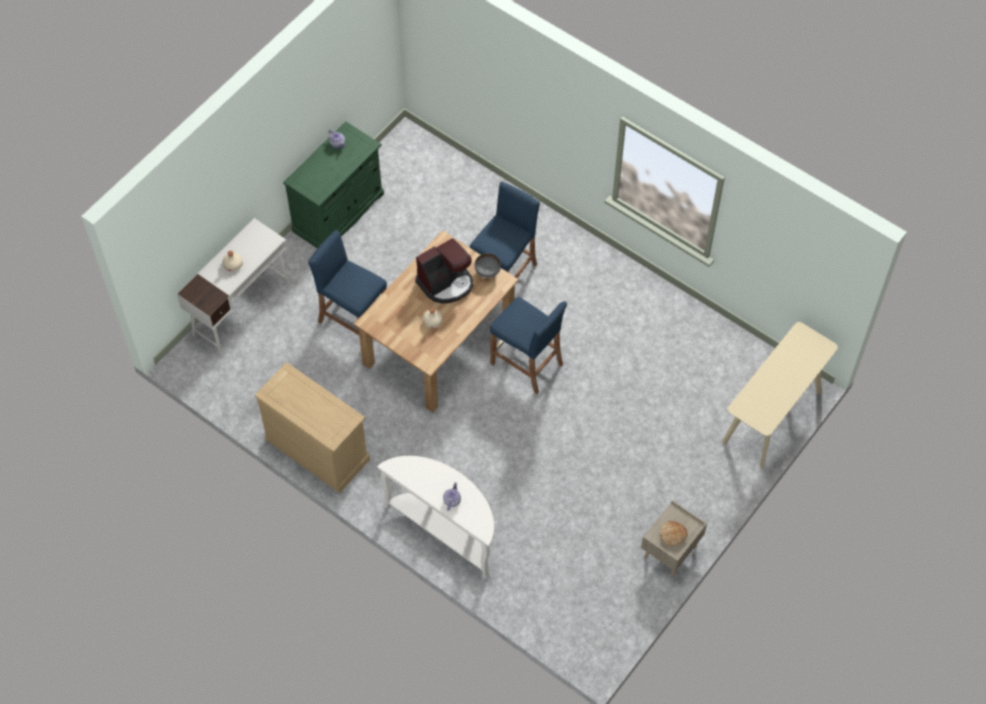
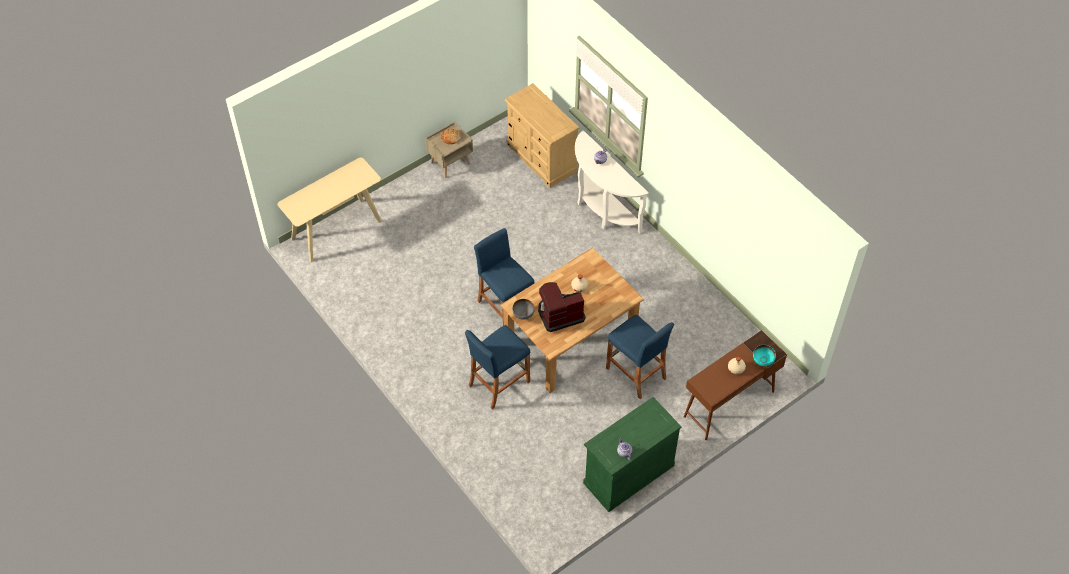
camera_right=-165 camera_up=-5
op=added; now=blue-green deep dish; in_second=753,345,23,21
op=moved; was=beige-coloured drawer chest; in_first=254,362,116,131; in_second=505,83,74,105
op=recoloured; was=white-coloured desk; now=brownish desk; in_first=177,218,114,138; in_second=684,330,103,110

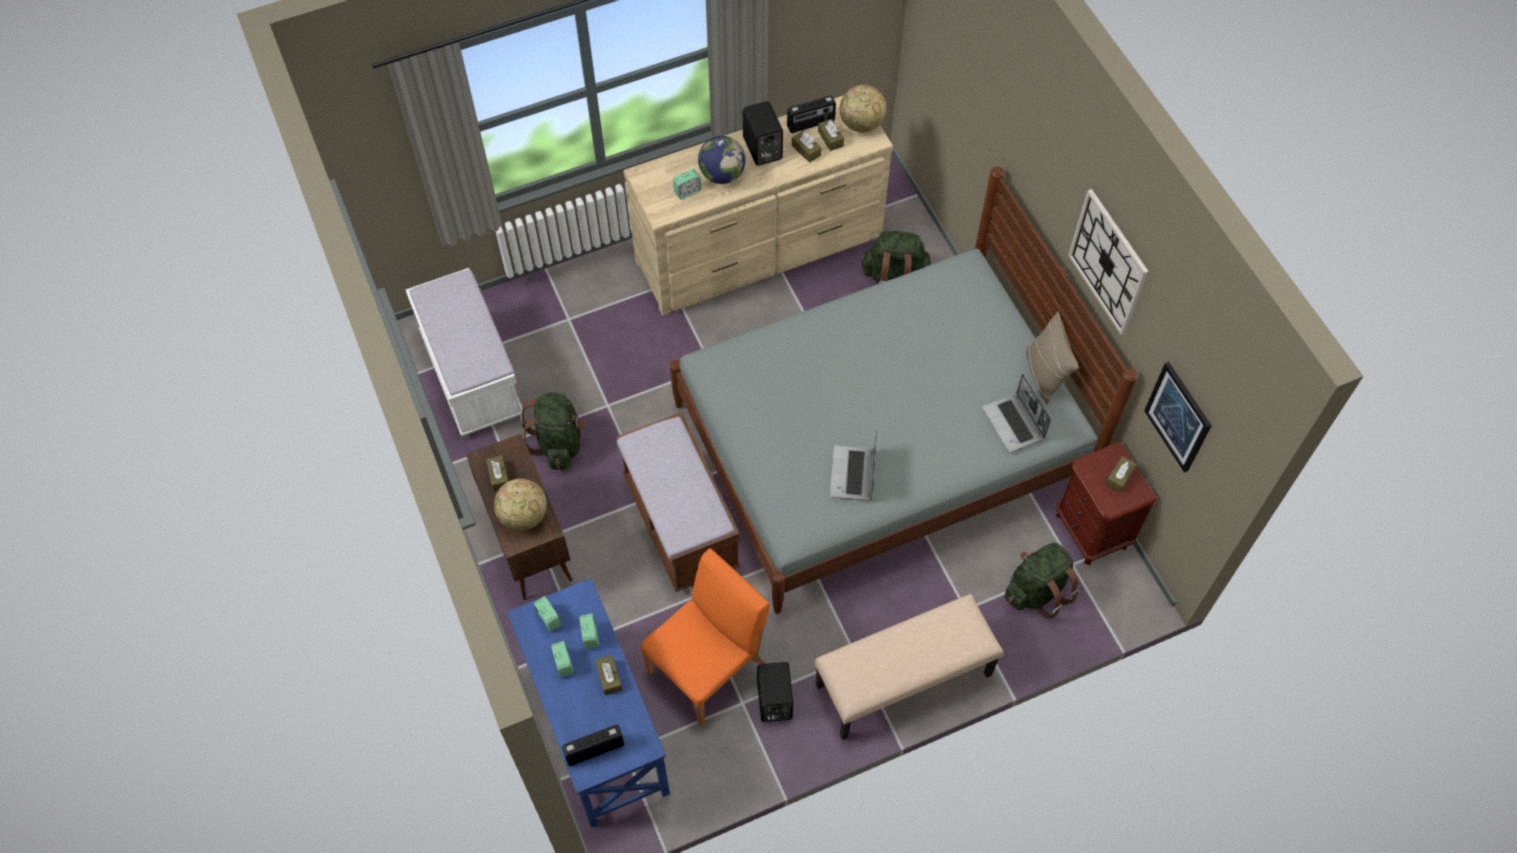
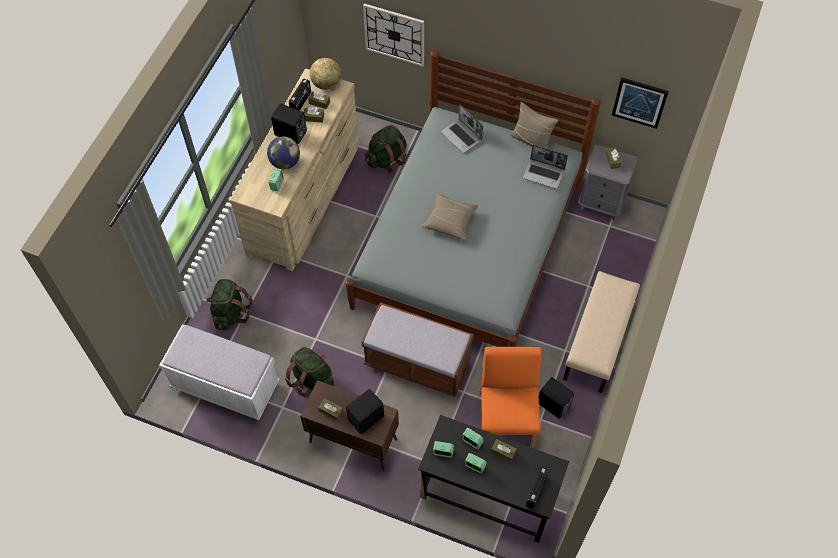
camera_right=-45 camera_up=0
op=added; now=beige-coloured cushion; in_second=422,193,56,47
op=moved; was=notebook computer; in_first=830,430,47,71; in_second=440,104,43,49
op=moved; was=green-coloured backpack; in_first=1005,543,74,76; in_second=206,279,47,51
op=moved; was=wall clock; in_first=1068,189,81,146; in_second=363,3,61,64
op=replaced; was=desk globe; now=black-coloured speaker; in_first=494,479,53,52; in_second=346,389,38,45
op=recoloured; was=blue desk; now=black-coloured desk; in_first=507,578,163,250; in_second=418,415,151,128
op=recoloured; was=brownish night table; now=grey night table; in_first=1056,442,101,123; in_second=578,145,60,76

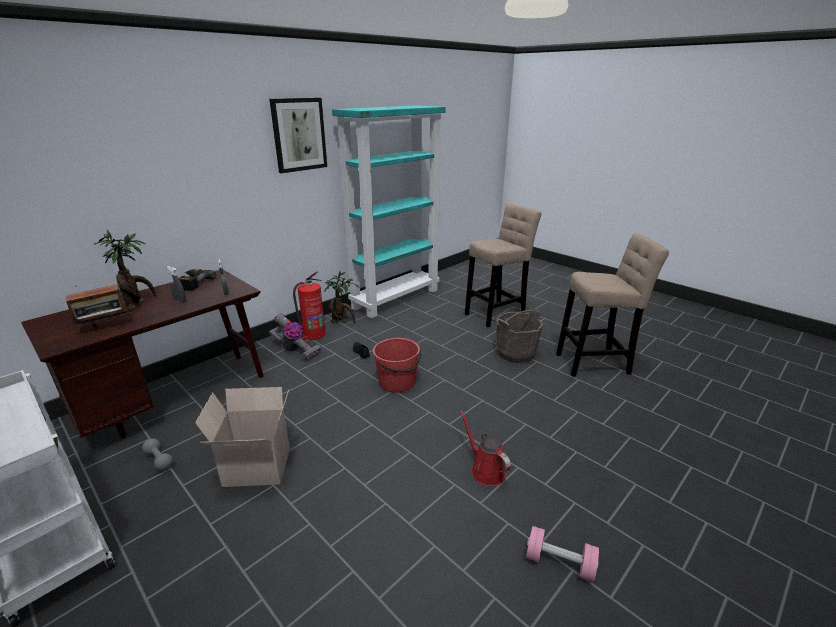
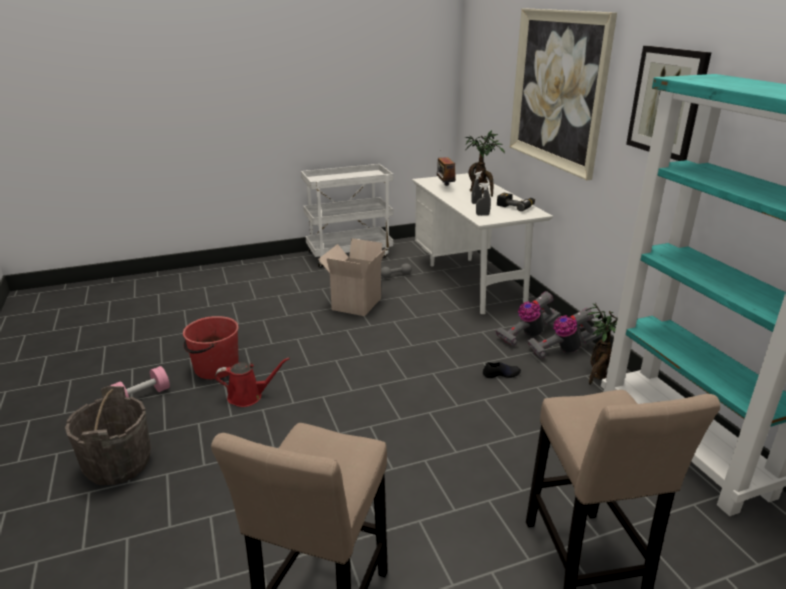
camera_right=115 camera_up=0
op=added; now=wall art; in_second=510,9,107,171
op=moved; was=reddish bucket; in_first=373,338,49,54; in_second=183,316,56,63
op=moved; was=grey bucket; in_first=496,308,47,55; in_second=65,386,86,99
op=replaced; was=extinguisher; now=vacuum; in_first=293,271,33,69; in_second=527,308,75,51
op=recoloured; was=brownish desk; now=white-coloured desk; in_first=21,270,243,169; in_second=412,173,141,141

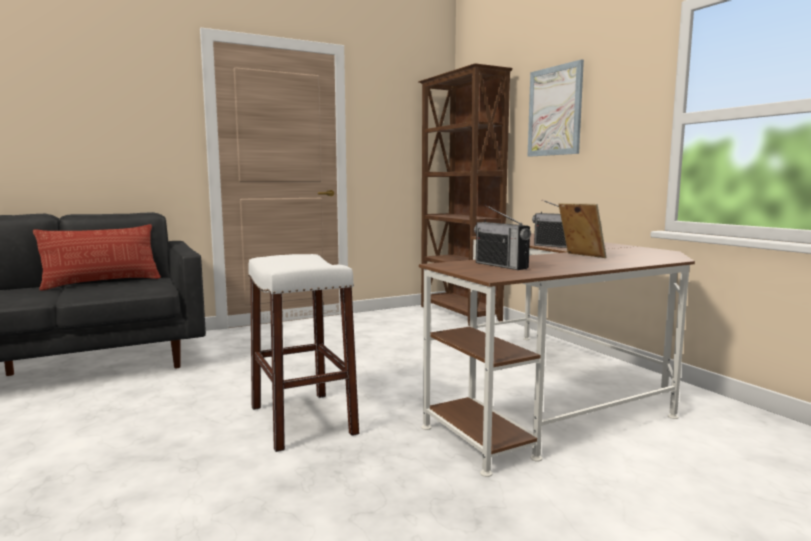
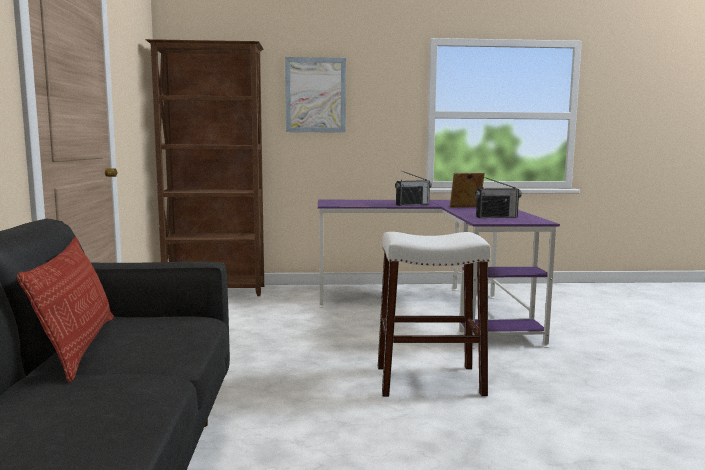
camera_right=-65 camera_up=0
op=recoloured; was=brownish desk; now=purple desk; in_first=419,233,276,244; in_second=318,200,242,149

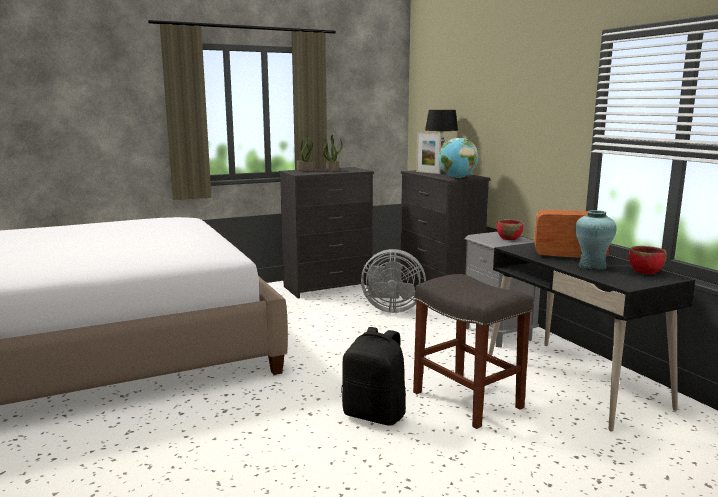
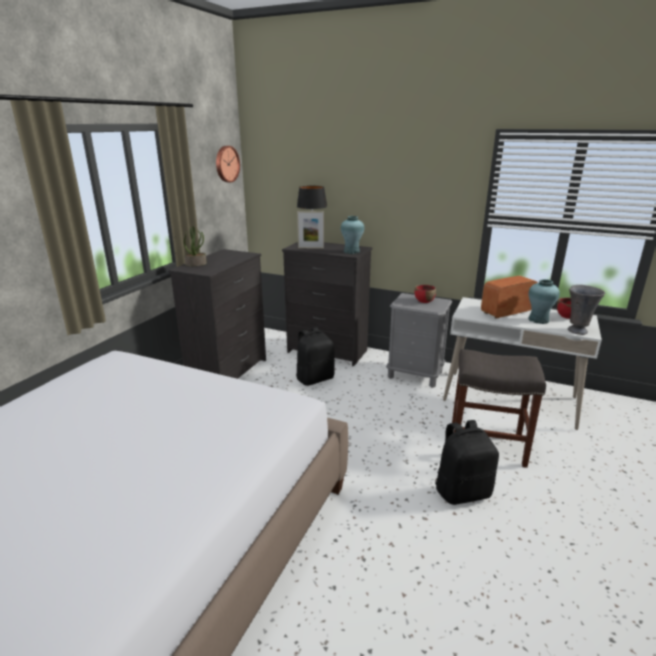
camera_right=-40 camera_up=10
op=removed; was=houseplant; in_first=323,134,19,38
op=added; now=wall clock; in_second=216,146,24,37
op=added; now=grey vase; in_second=568,285,37,50
op=replaced; was=grey cooling fan; now=black-coloured backpack; in_first=361,249,65,64; in_second=296,327,39,59
op=replaced; was=desk globe; now=blue-green vase; in_first=439,138,39,40; in_second=341,216,23,38
op=recoloured; was=black-coloured desk; now=white-coloured desk; in_first=488,243,207,189; in_second=443,297,159,133

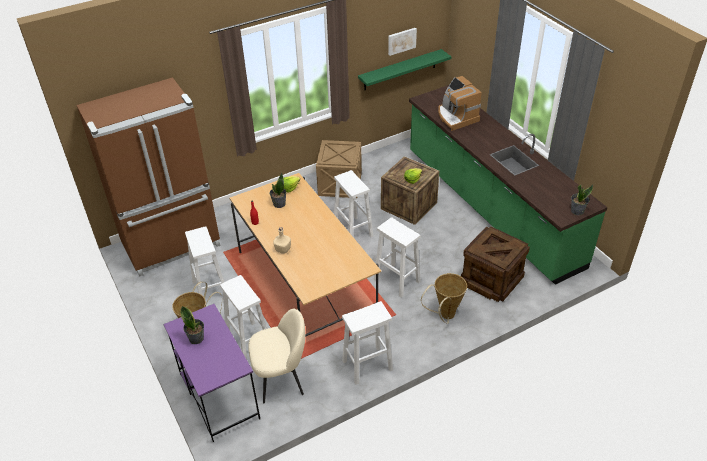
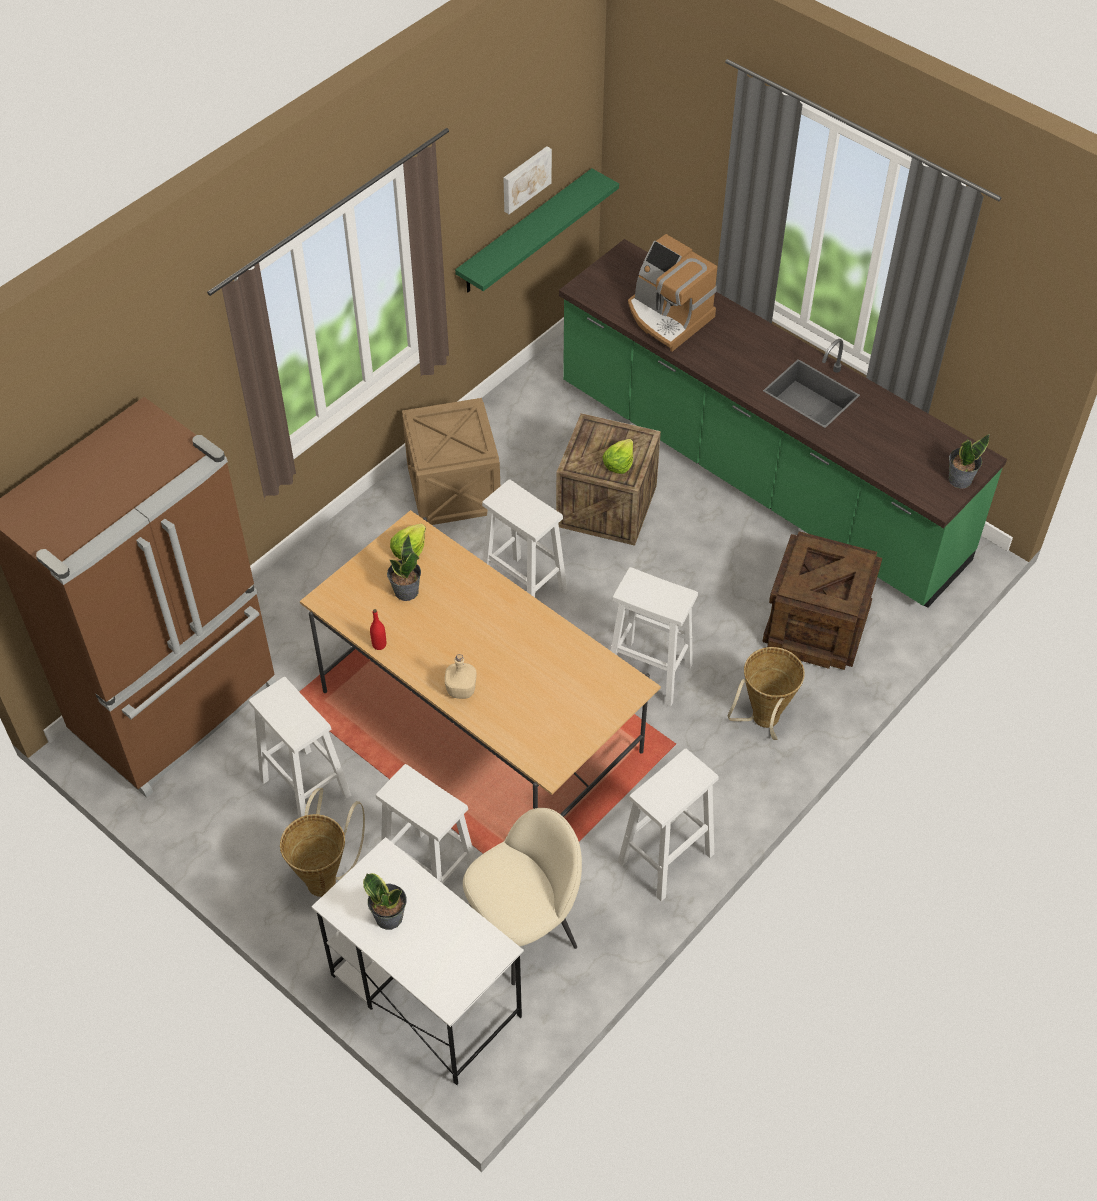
camera_right=-20 camera_up=10
op=recoloured; was=purple desk; now=white-coloured desk; in_first=163,304,97,138; in_second=311,837,213,248

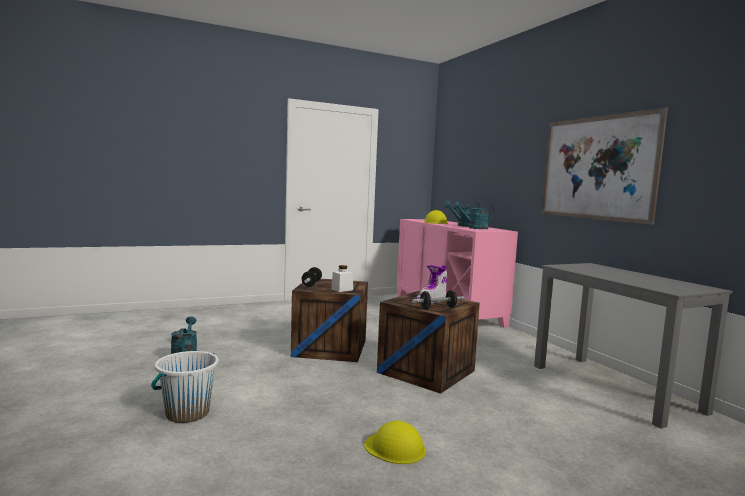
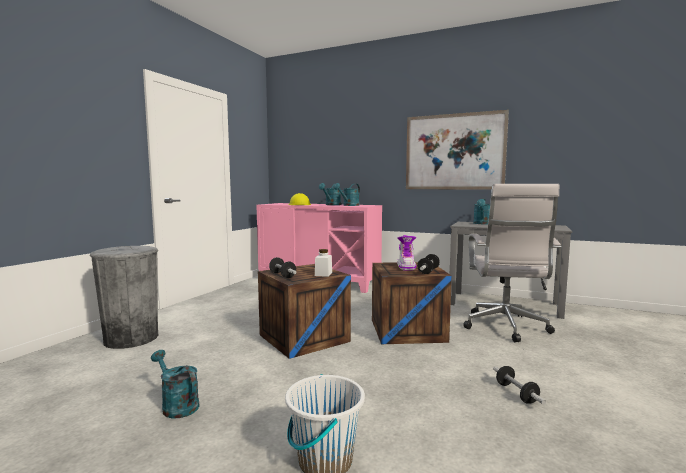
camera_right=-40 camera_up=0
op=added; now=grey trash can; in_second=90,246,68,103
op=added; now=white-coloured computer chair; in_second=463,184,98,158
op=added; now=blue-green watering pot; in_second=473,199,17,25
op=replaced; was=yellow hard hat; now=free weight; in_first=364,421,62,43; in_second=493,366,53,39

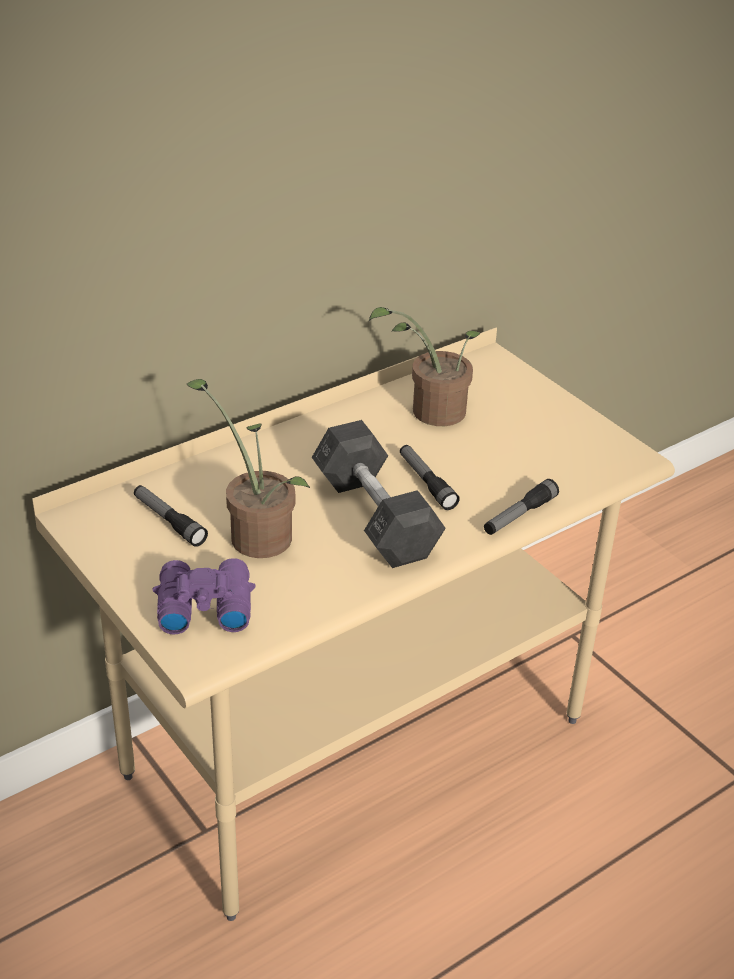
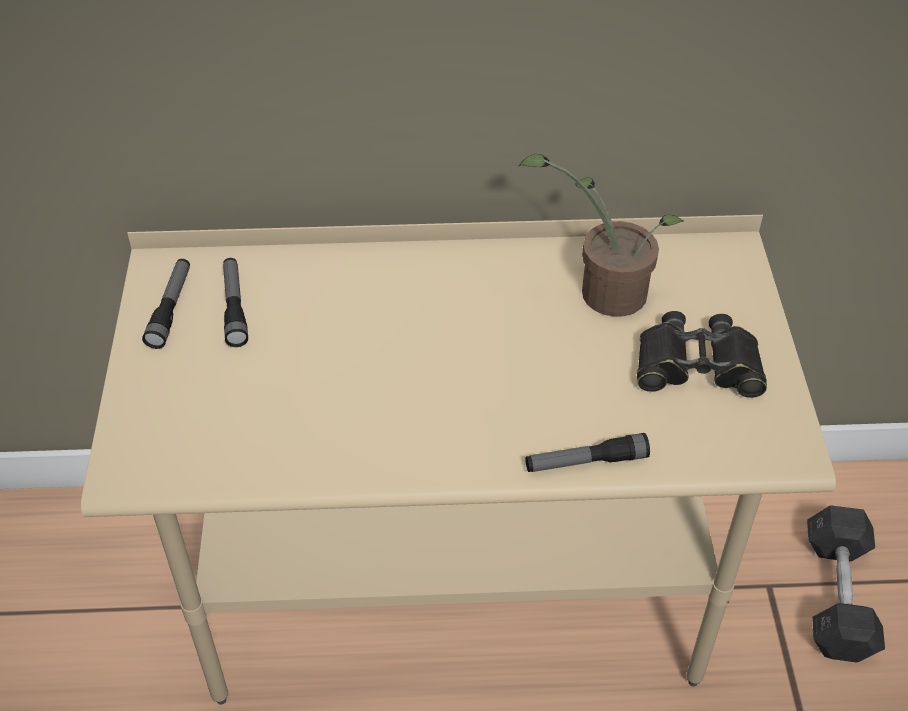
camera_right=35 camera_up=10
op=removed; was=purple pair of binoculars; in_first=153,558,103,76
op=removed; was=houseplant; in_first=187,379,123,179
op=added; now=black-coloured pair of binoculars; in_second=637,311,130,87
op=moved; was=grey free weight; in_first=312,420,134,148; in_second=807,505,78,158
op=moved; was=torch; in_first=400,445,60,65; in_second=142,259,48,90

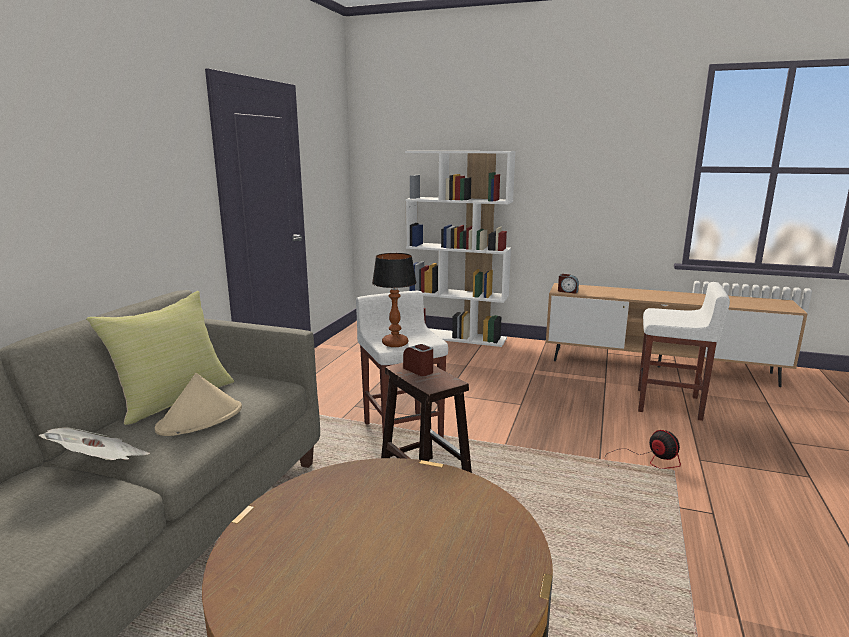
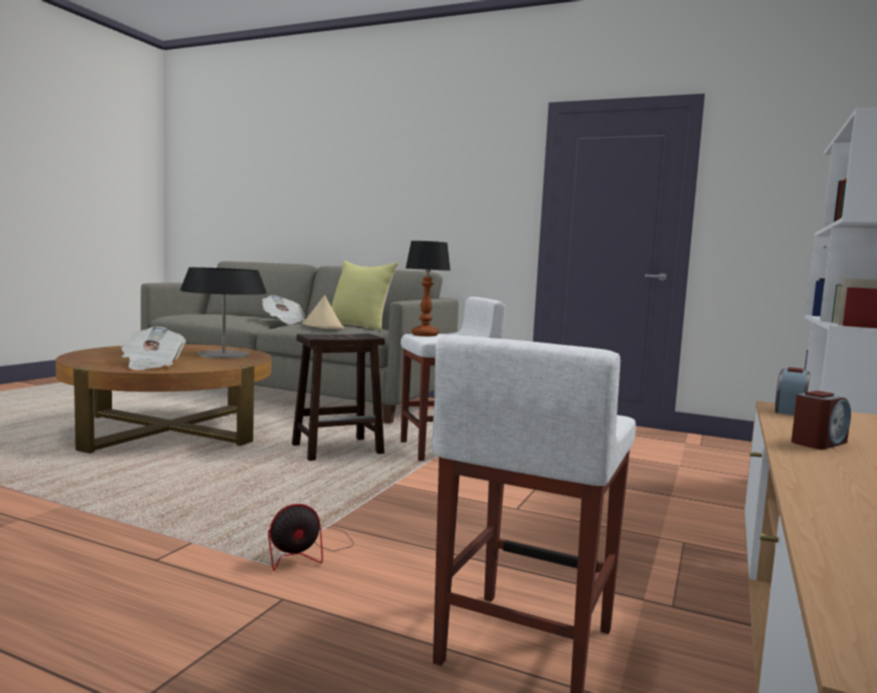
camera_right=95 camera_up=-10
op=added; now=printed paper; in_second=121,327,65,43
op=added; now=tabletop lamp; in_second=180,267,86,91
op=moved; was=table clock; in_first=403,344,30,32; in_second=791,391,60,58

